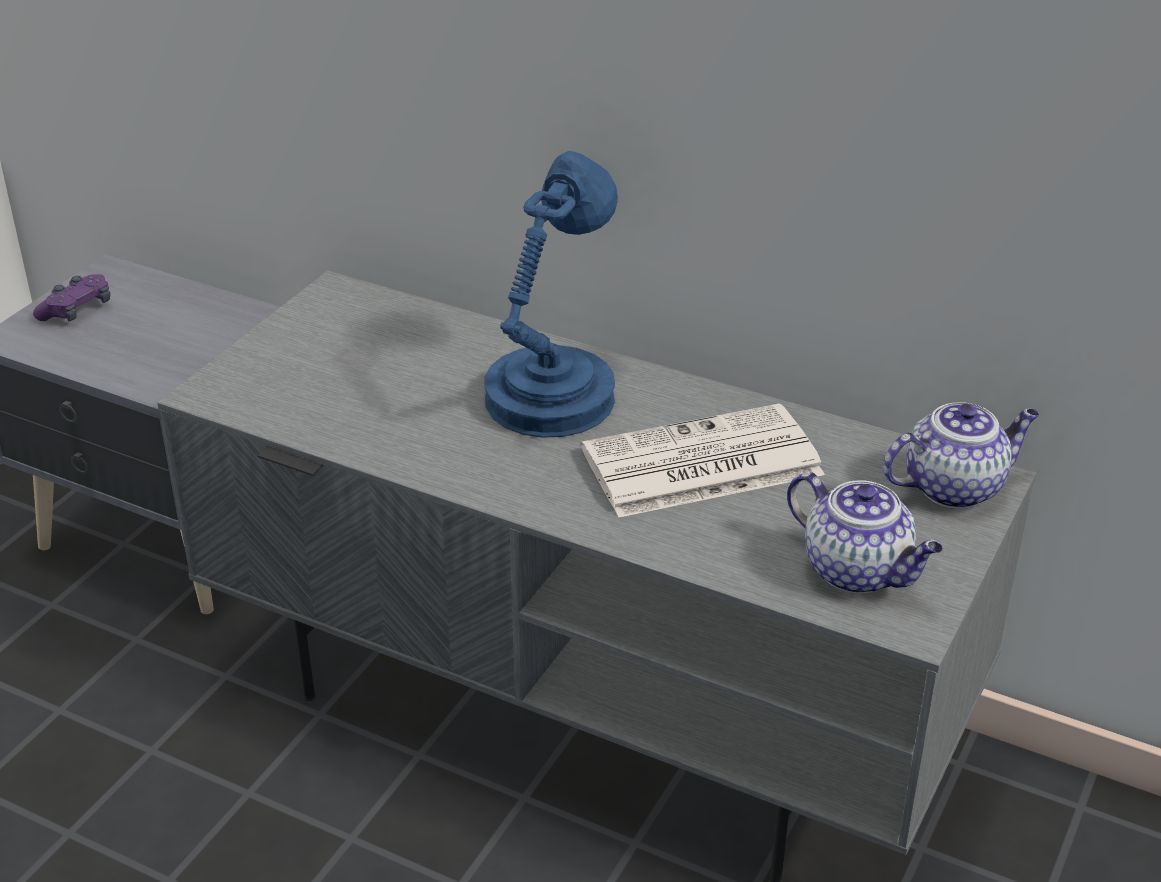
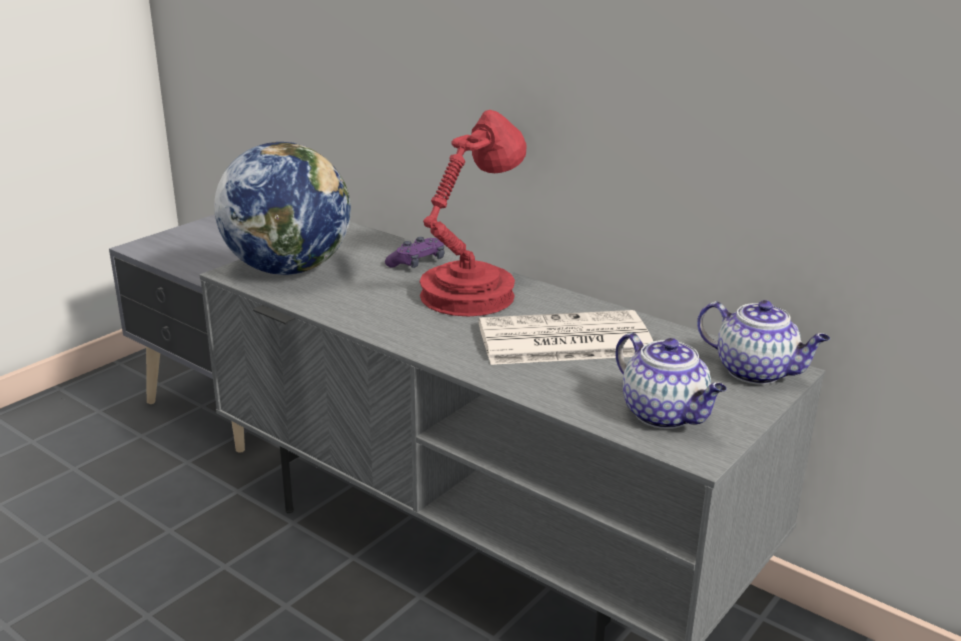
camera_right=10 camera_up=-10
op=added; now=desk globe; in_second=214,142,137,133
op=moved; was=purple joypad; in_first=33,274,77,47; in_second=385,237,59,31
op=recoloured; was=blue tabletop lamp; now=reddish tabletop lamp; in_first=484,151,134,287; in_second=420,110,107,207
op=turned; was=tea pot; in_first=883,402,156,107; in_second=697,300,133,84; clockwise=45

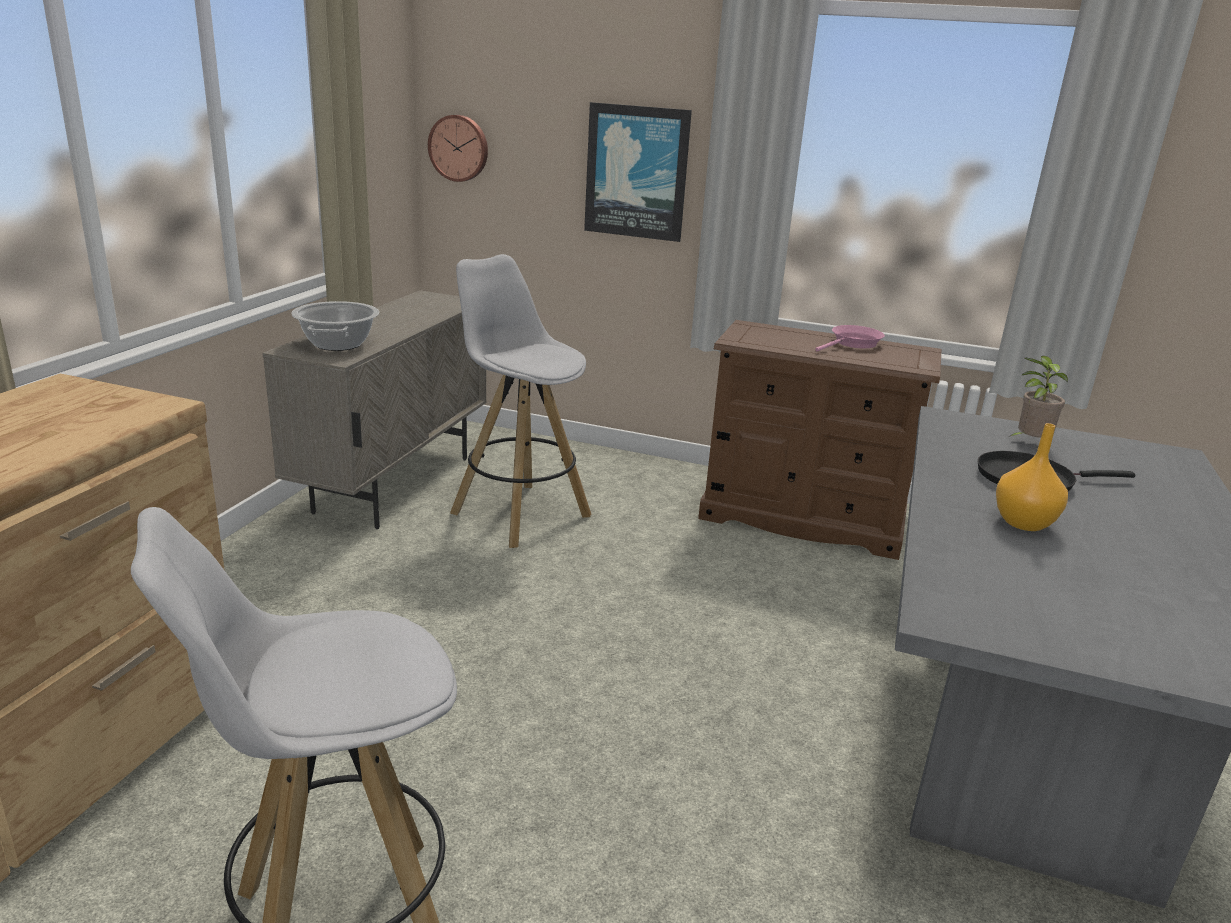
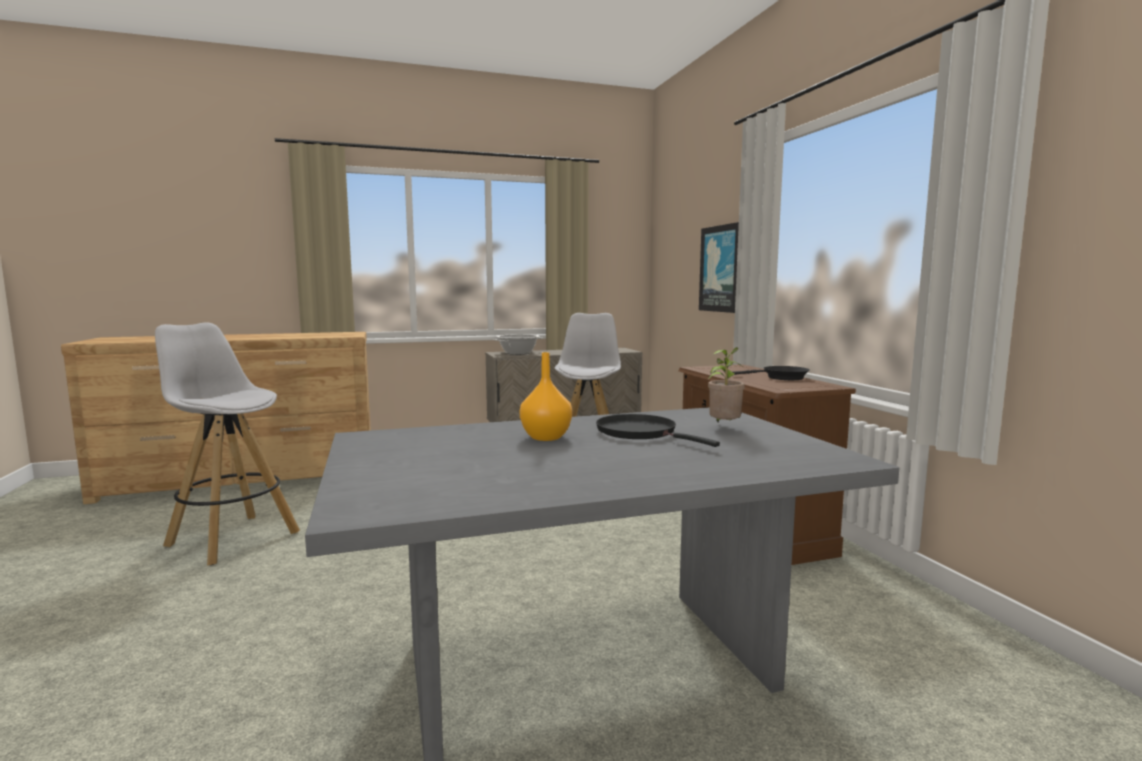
camera_right=55 camera_up=-15
op=removed; was=wall clock; in_first=428,115,60,67
op=recoloured; was=pink-coloured pan; now=black-coloured pan; in_first=815,325,70,26; in_second=733,366,77,14

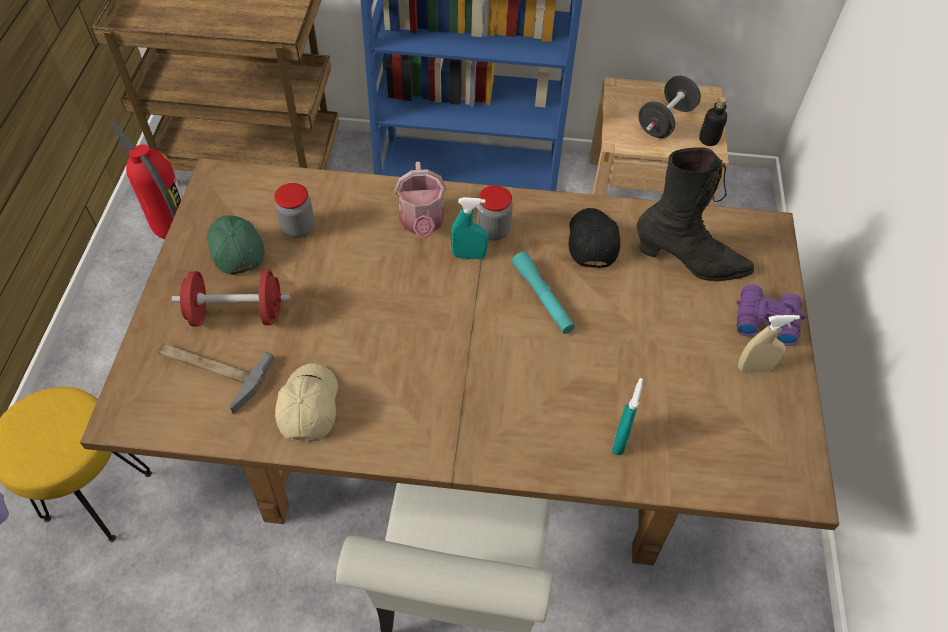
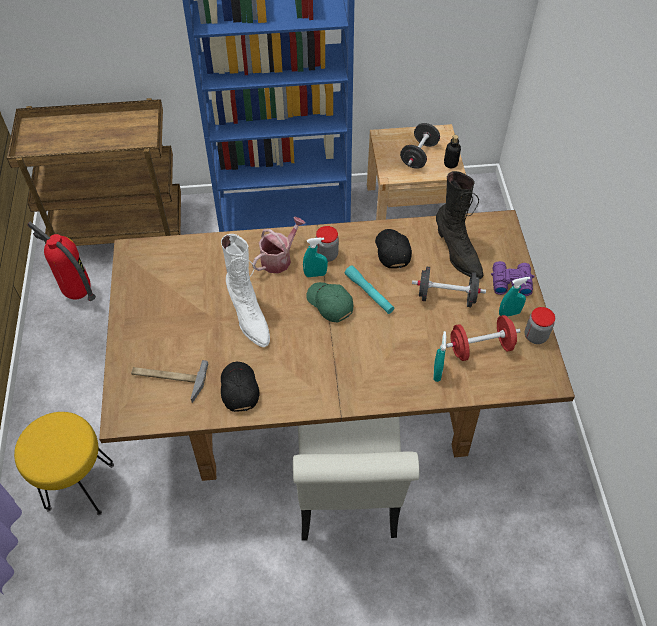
camera_right=-10 camera_up=0
op=added; now=white-coloured high-top boot; in_second=221,234,49,113
op=added; now=black-coloured free weight; in_second=412,267,74,40
op=moved; was=reddish free weight; in_first=171,270,120,56; in_second=446,315,75,46
op=moved; was=green-coloured baseball cap; in_first=207,215,57,60; in_second=306,282,47,40
op=moved; was=storage jar; in_first=274,183,41,55; in_second=525,307,30,37
op=recoloured; was=beige-coloured baseball cap; now=black-coloured baseball cap; in_first=275,364,63,79; in_second=221,362,38,50
op=recoloured; was=beige-coloured spray bottle; now=blue-green spray bottle; in_first=738,315,62,57; in_second=499,277,31,40
op=turned; was=watering pot; in_first=394,162,52,77; in_second=252,217,53,57; clockwise=-120
op=turned; was=black-coloured high-top boot; in_first=637,147,117,134; in_second=436,171,47,109; clockwise=60

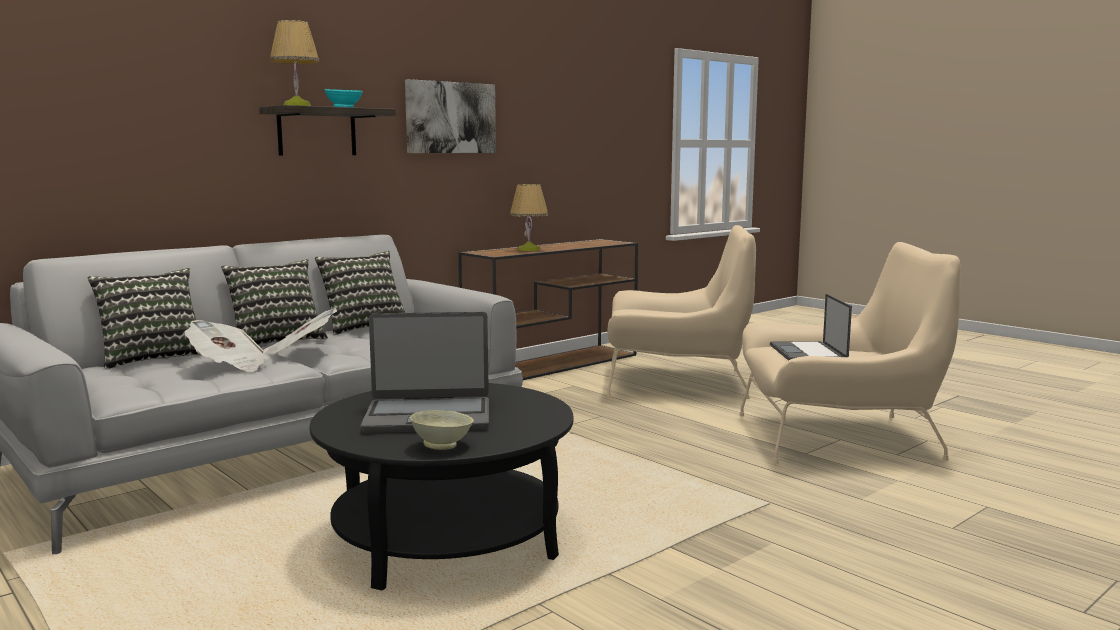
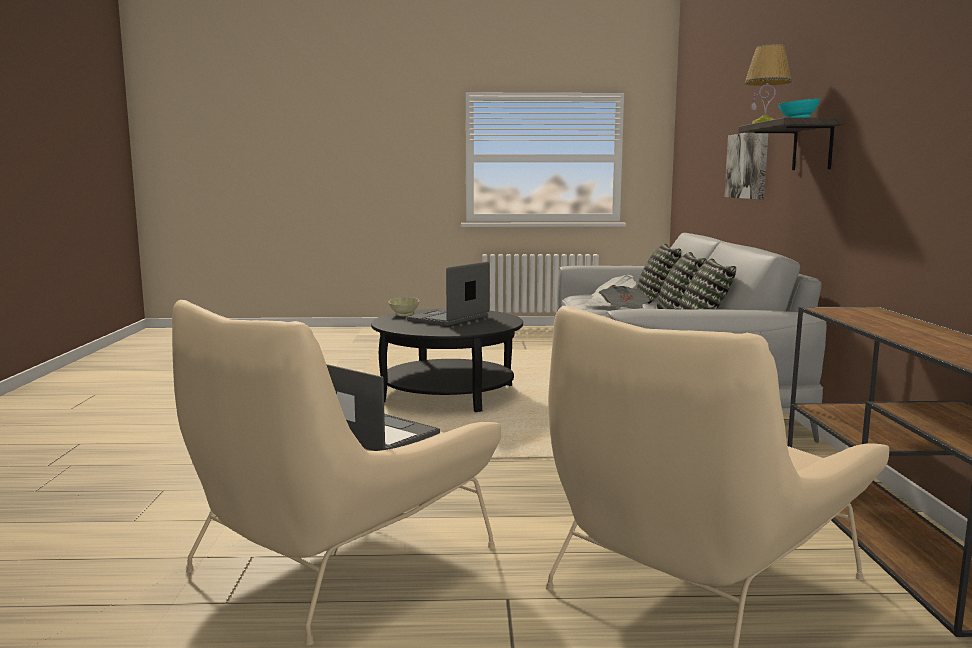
camera_right=130 camera_up=0
op=removed; was=tabletop lamp; in_first=510,184,38,67
op=moved; was=wall art; in_first=405,79,91,74; in_second=725,133,43,66

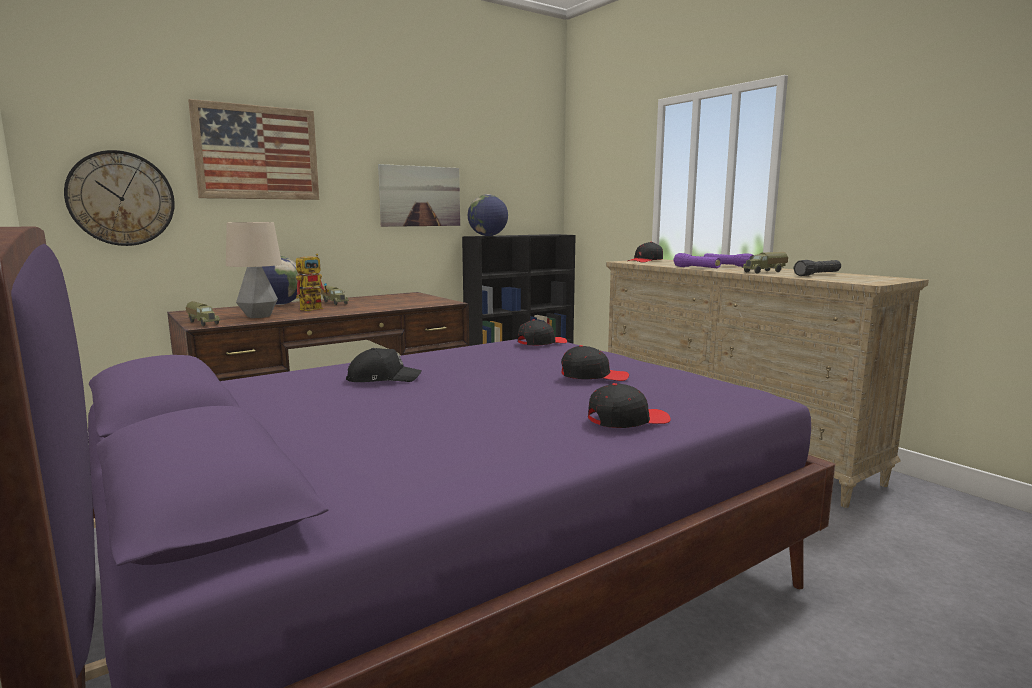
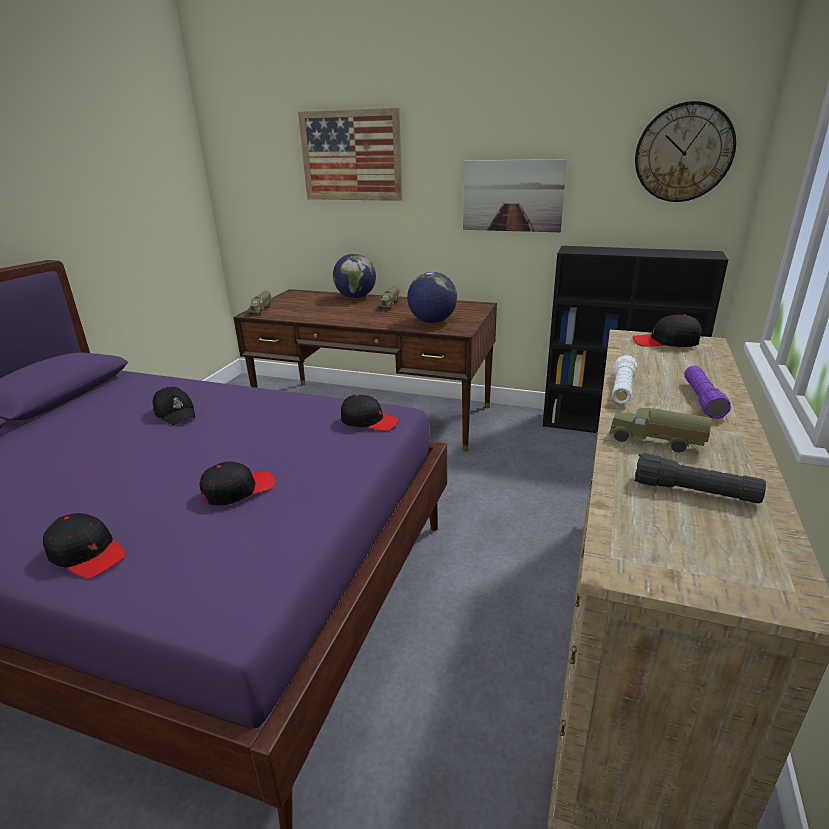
camera_right=55 camera_up=15
op=removed; was=tabletop lamp; in_first=226,222,56,96
op=removed; was=model robot; in_first=296,254,33,57
op=moved; was=wall clock; in_first=64,150,111,96; in_second=635,101,101,101
op=moved; was=desk globe; in_first=468,194,40,42; in_second=407,272,50,51
op=recoloured; was=purple torch; now=white-coloured torch; in_first=673,253,49,15; in_second=612,355,25,49
op=turned; was=black-coloured baseball cap; in_first=561,345,68,36; in_second=200,462,75,44; clockwise=-90

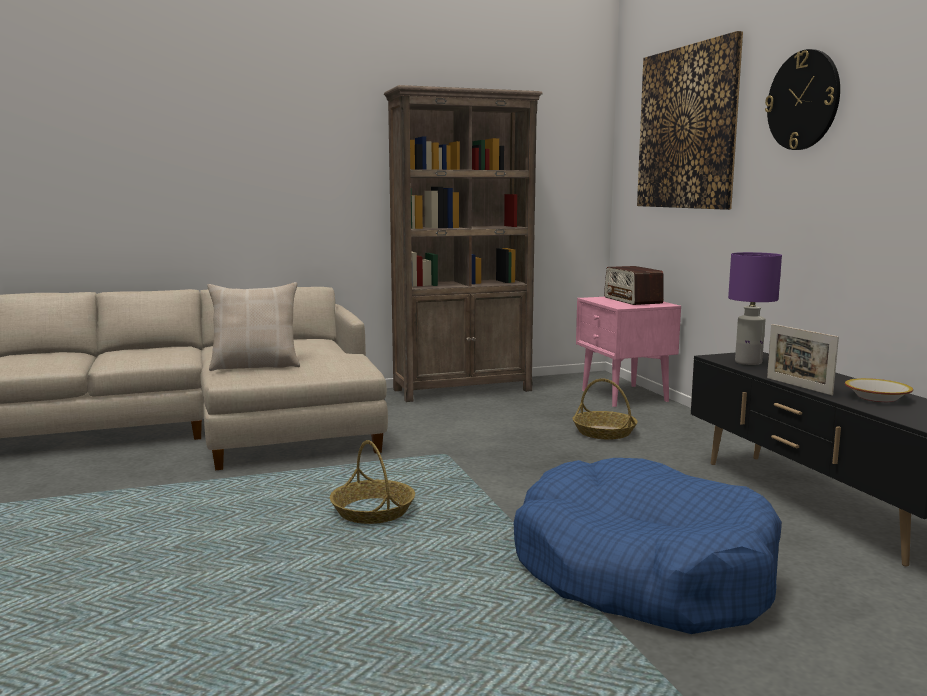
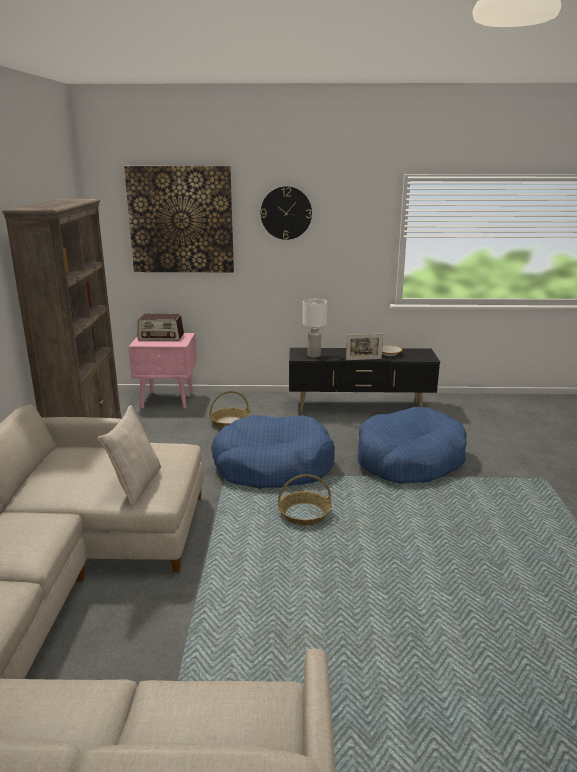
camera_right=-70 camera_up=10
op=added; now=blue dog cushion; in_second=211,415,124,74
op=recoloured; was=purple tabletop lamp; now=white-coloured tabletop lamp; in_first=728,252,54,113; in_second=303,299,24,58

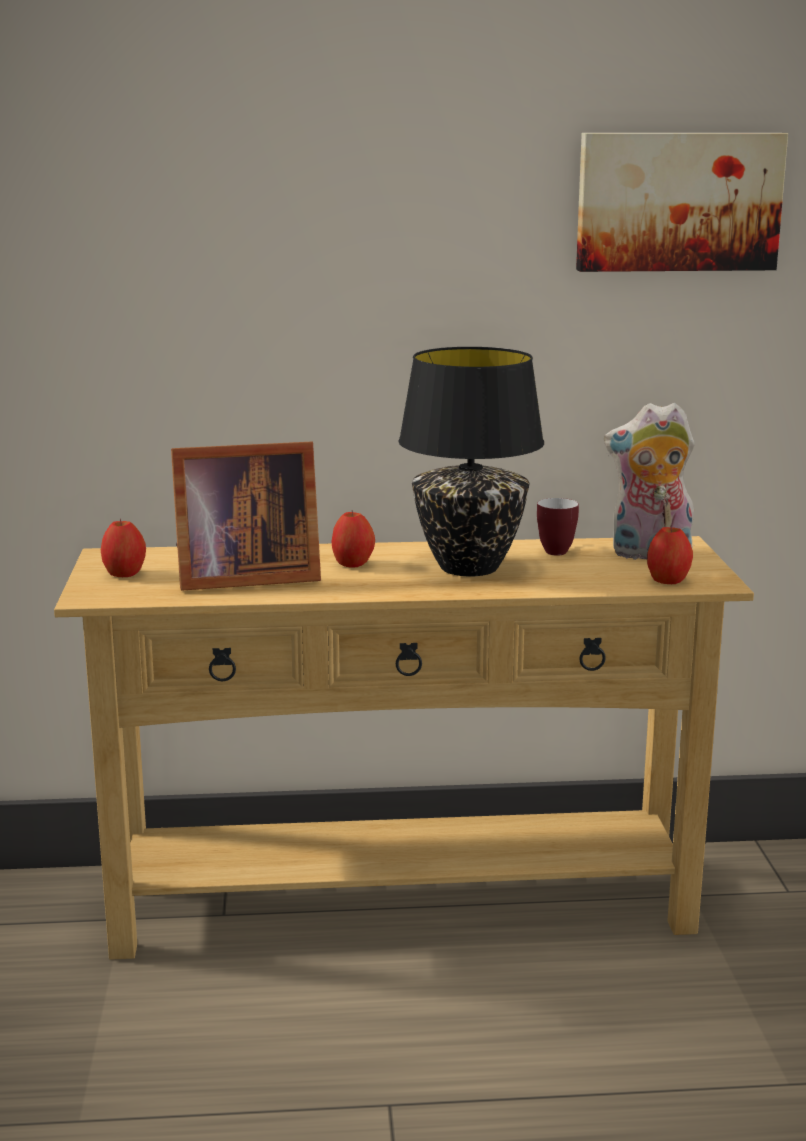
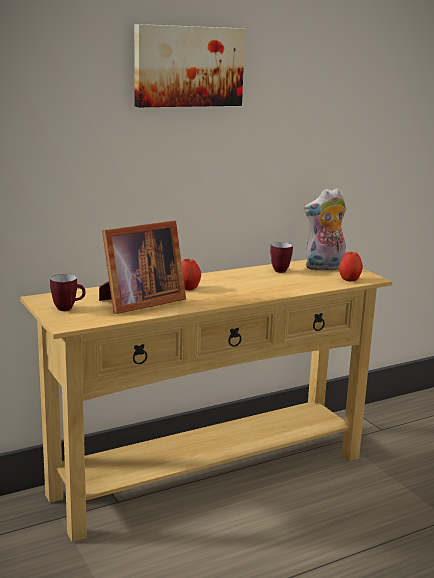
camera_right=-25 camera_up=0
op=removed; was=black-coloured tabletop lamp; in_first=398,347,146,229
op=moved; was=wall art; in_first=576,133,212,139; in_second=134,24,111,83
op=replaced; was=apple fruit; now=tea mug; in_first=101,519,45,58; in_second=50,274,36,37

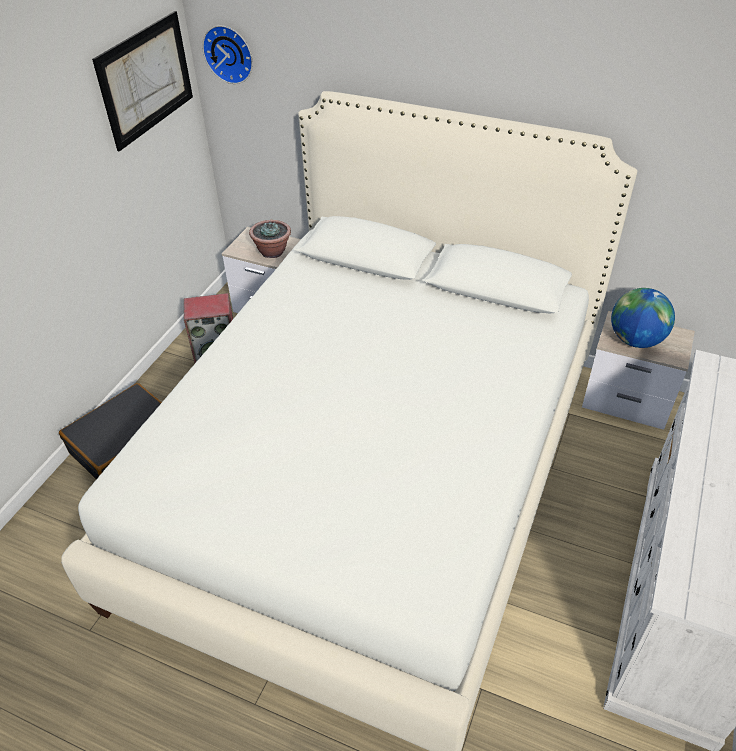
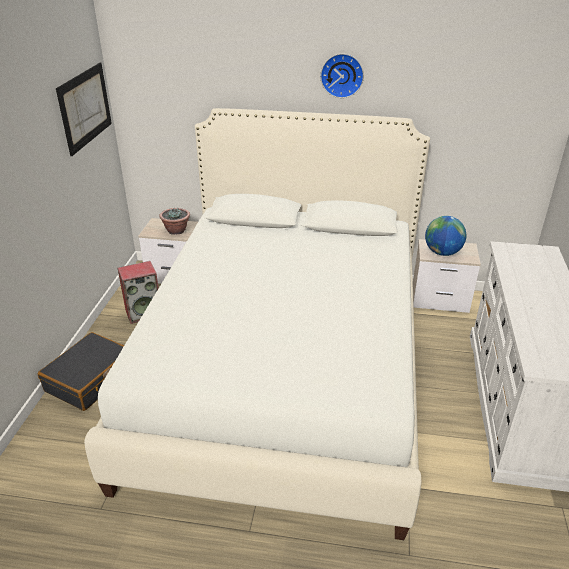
camera_right=-15 camera_up=-10
op=moved; was=wall clock; in_first=202,25,51,59; in_second=320,54,44,44

